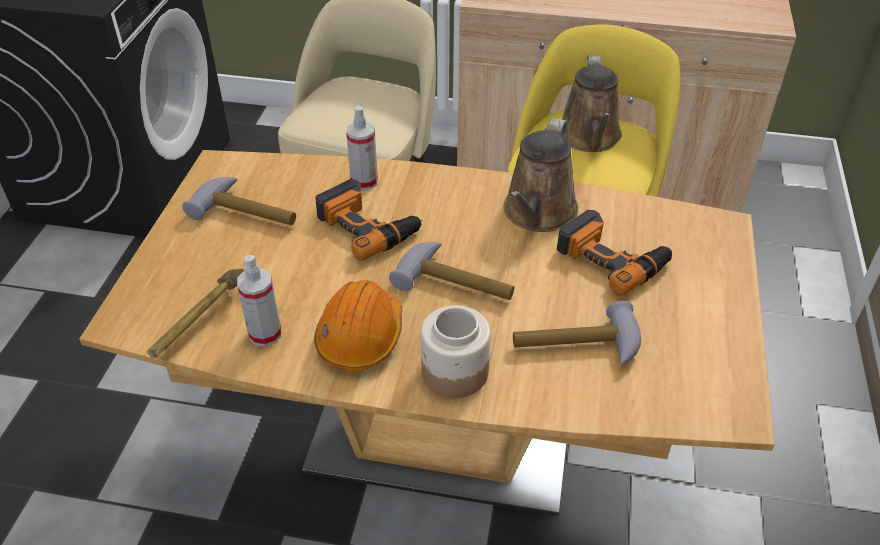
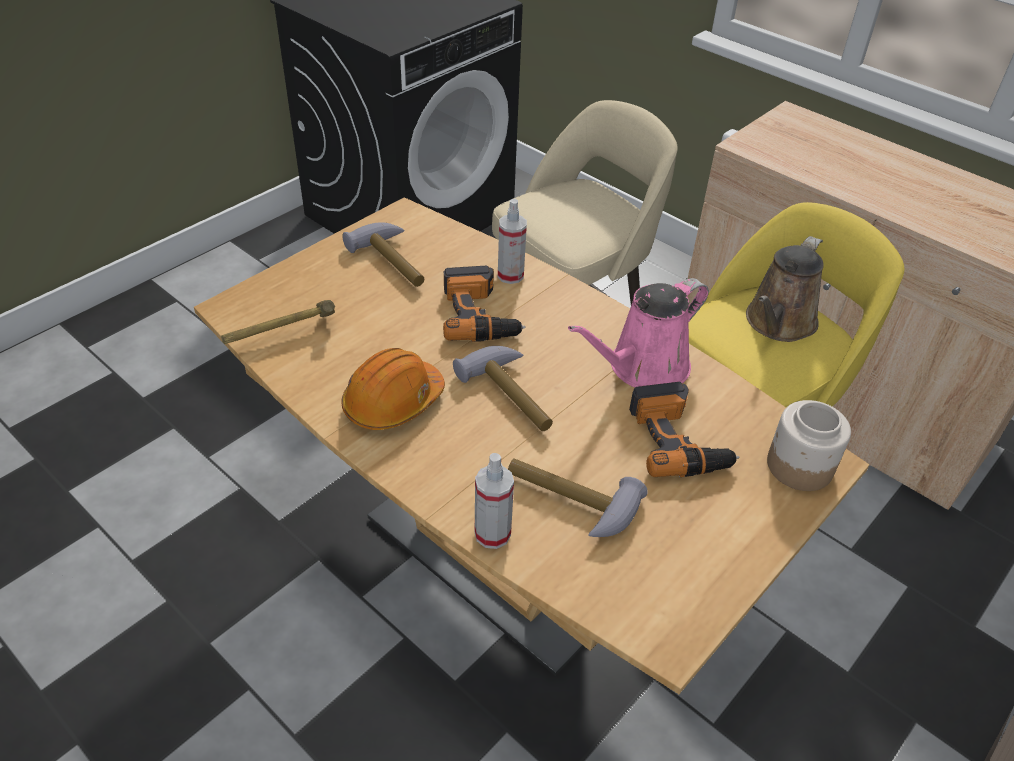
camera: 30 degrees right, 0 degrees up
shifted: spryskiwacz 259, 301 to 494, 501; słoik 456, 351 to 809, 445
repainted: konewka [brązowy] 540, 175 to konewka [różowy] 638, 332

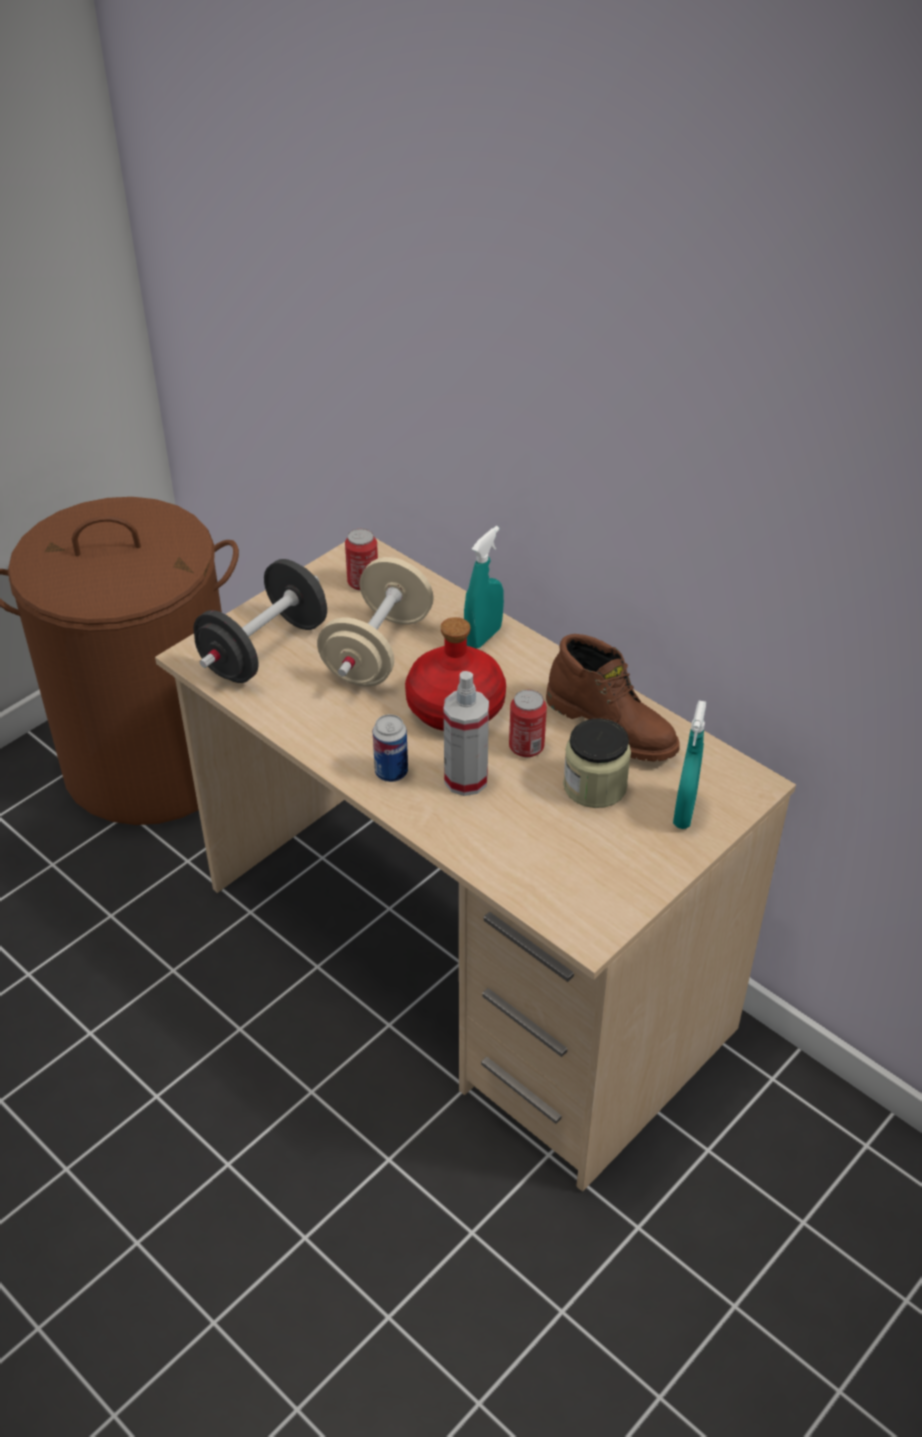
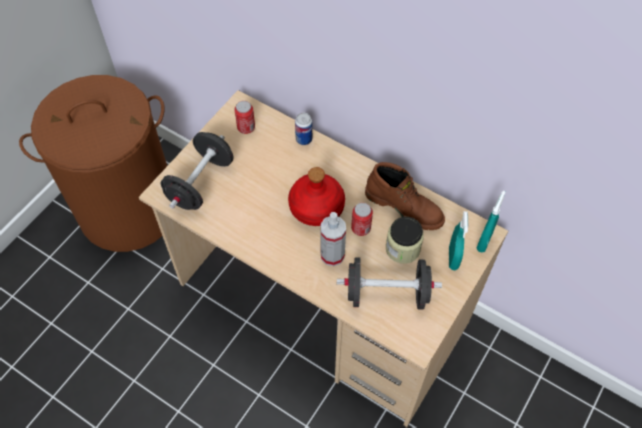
camera: 10 degrees left, 15 degrees up
gone: hantel [beżowy] 375, 621
new: hantel [czarny] 389, 283
shifted: puszka 390, 748 to 303, 129; spryskiwacz [turkusowy] 484, 587 to 490, 221

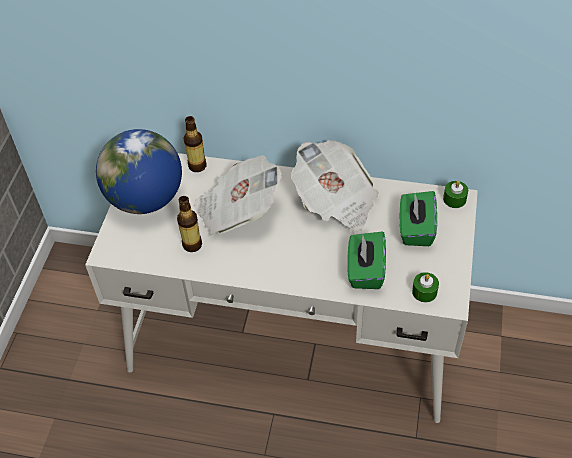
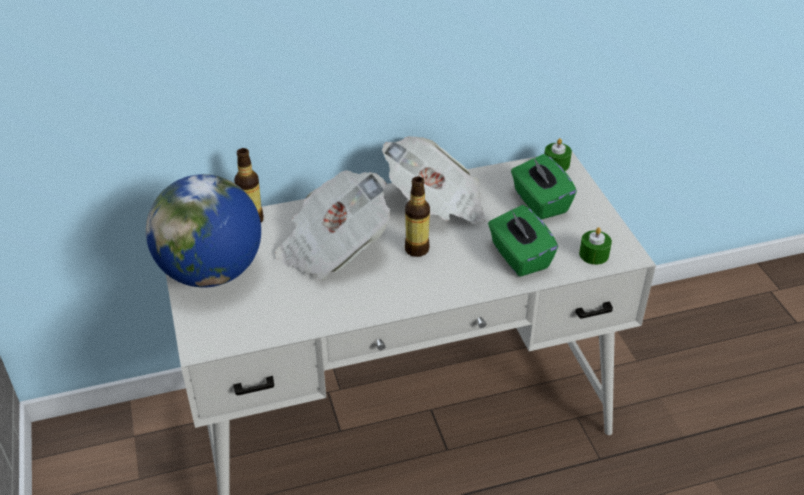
camera: 30 degrees left, 10 degrees down
shifted: butelka 189, 224 to 417, 217

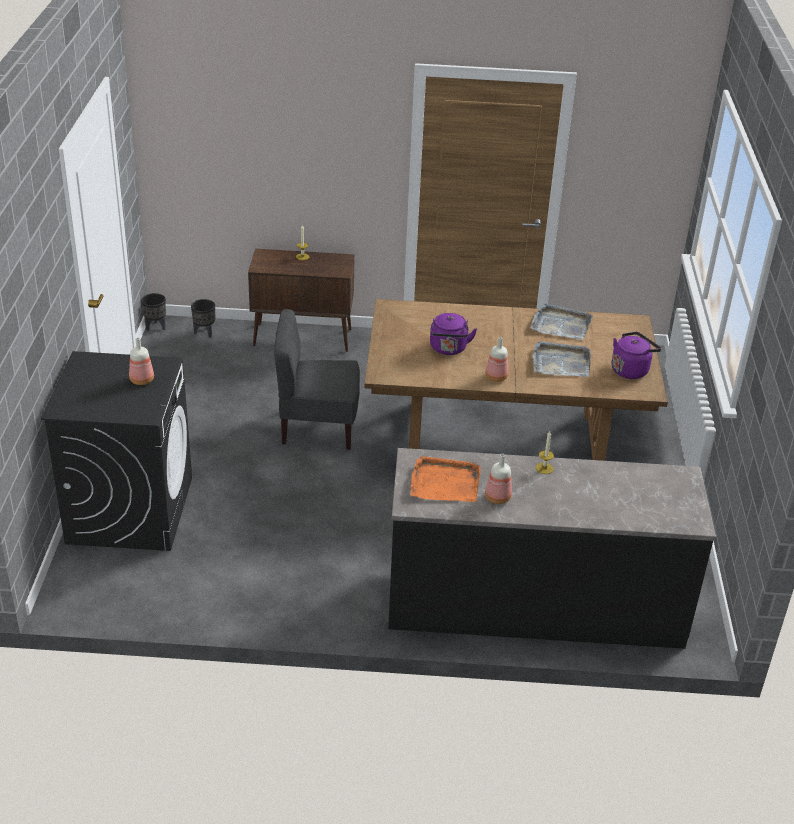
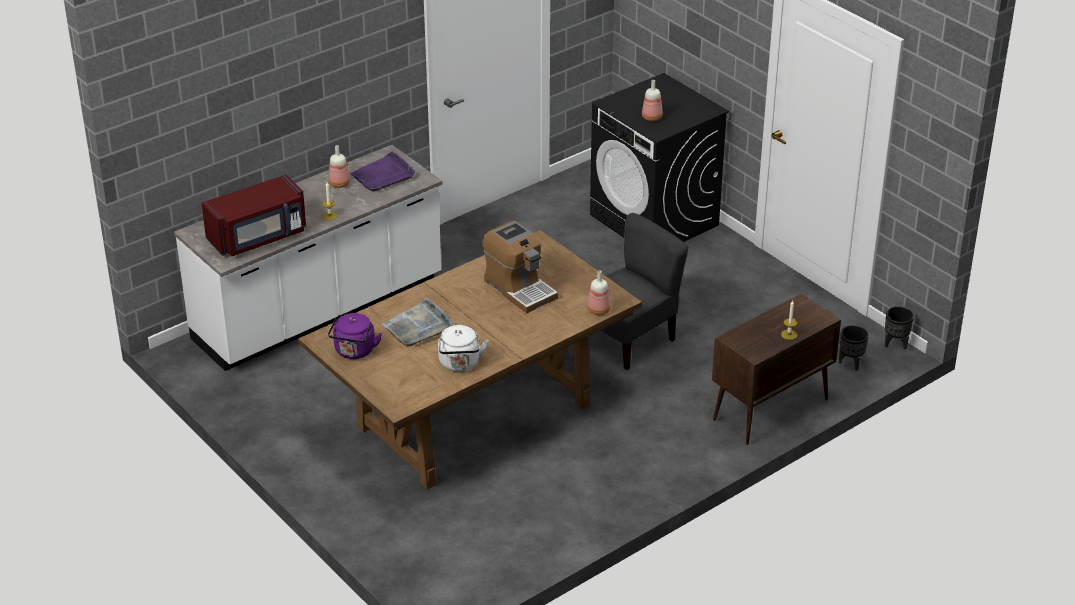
camera: 140 degrees right, 0 degrees up
new: mikrofalówka [czerwony] 254, 215
shifted: butelka 496, 359 to 599, 292
swapped: taca [szary] 562, 321 to czajnik [biały] 463, 348; czajnik [fioletowy] 453, 334 to ekspres do kawy 520, 267
repainted: zabudowa kuchenna [czarny] 552, 548 to zabudowa kuchenna [biały] 308, 258; taca [pomarańczowy] 445, 479 to taca [fioletowy] 382, 172

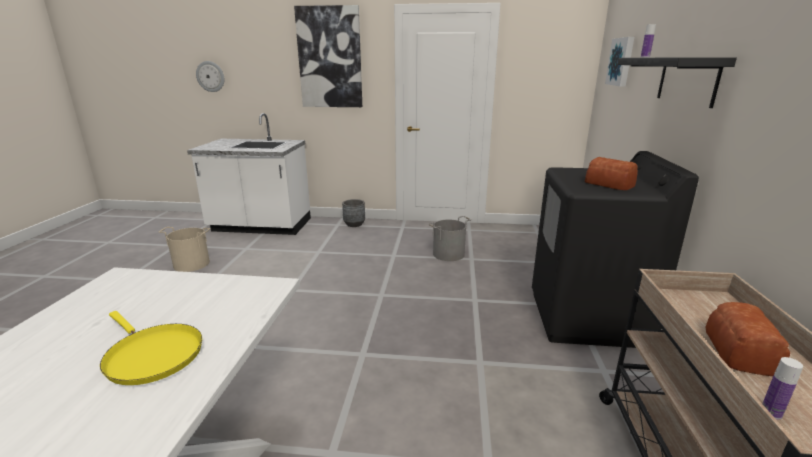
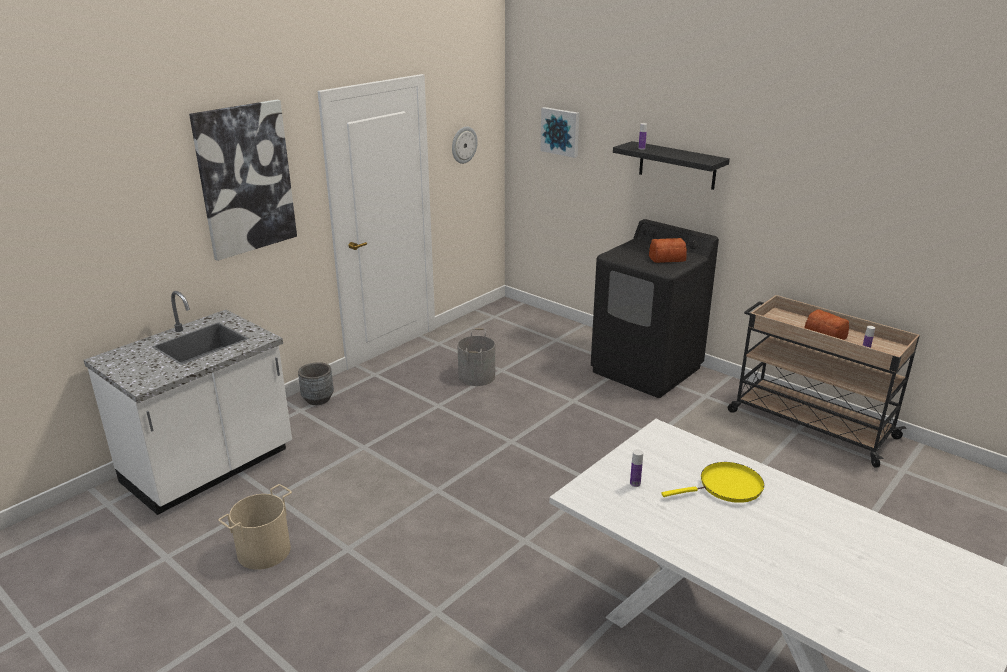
camera: 55 degrees left, 5 degrees up
new: butelka 636, 468
shifted: zegar ścienny 210, 76 to 465, 145

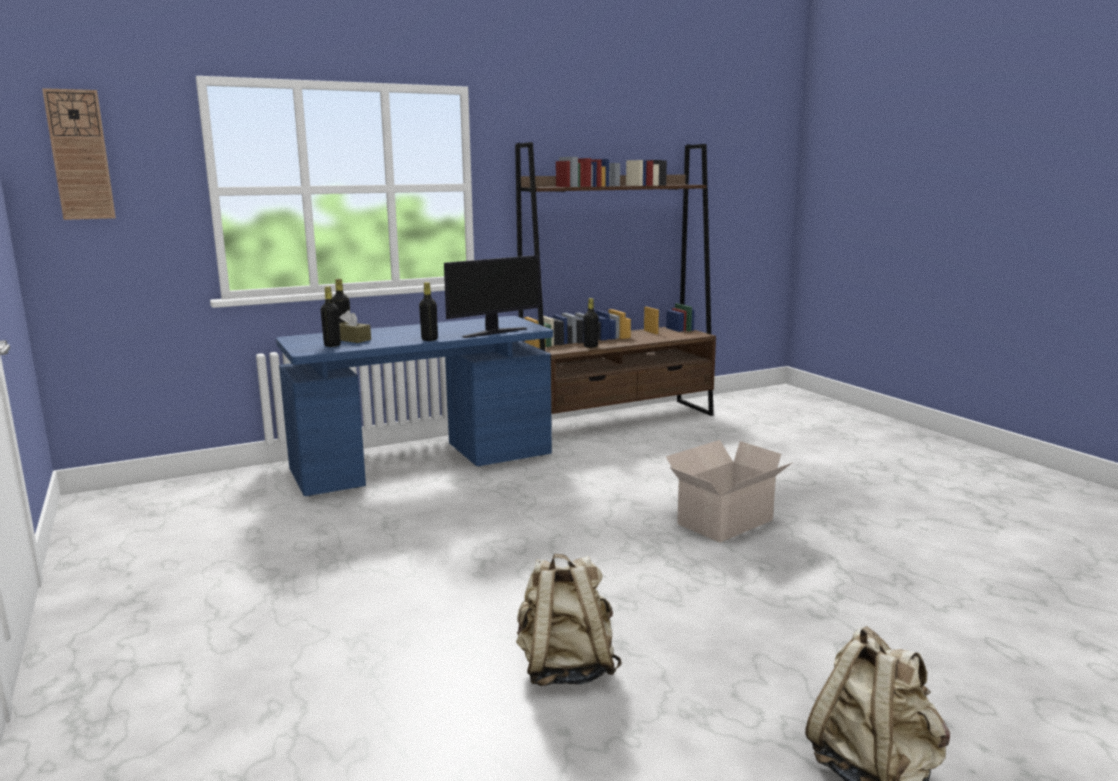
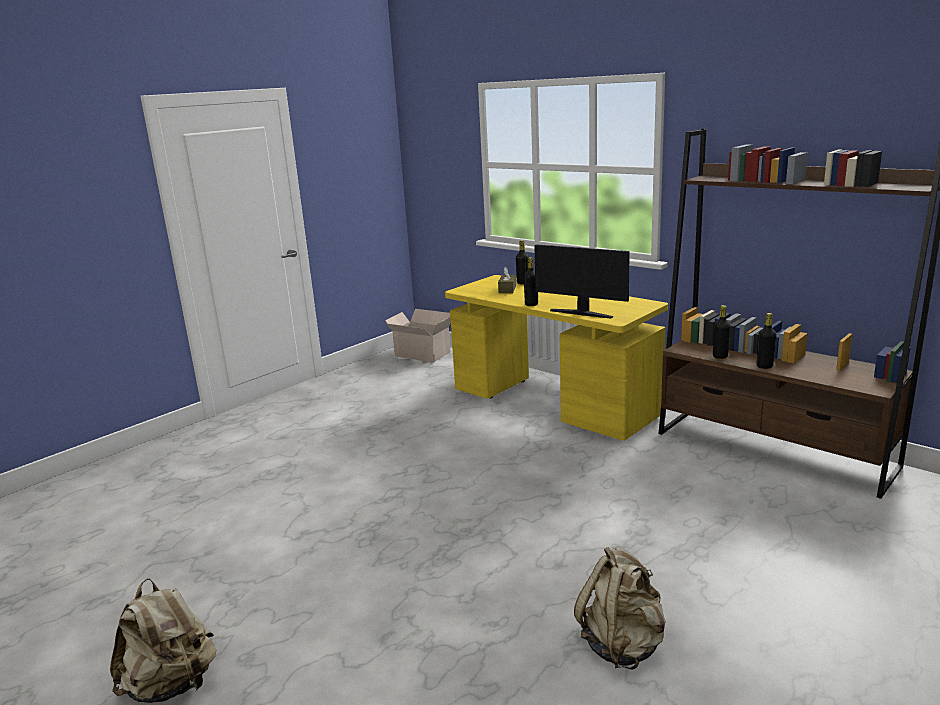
camera: 70 degrees right, 5 degrees up
gone: zegar ścienny 79, 154
shifted: karton 729, 491 to 418, 336; plecak [beżowy] 569, 620 to 620, 608; butelka [czarny] 331, 316 to 766, 341
repainted: biurko [niebieski] 414, 406 to biurko [żółty] 556, 358

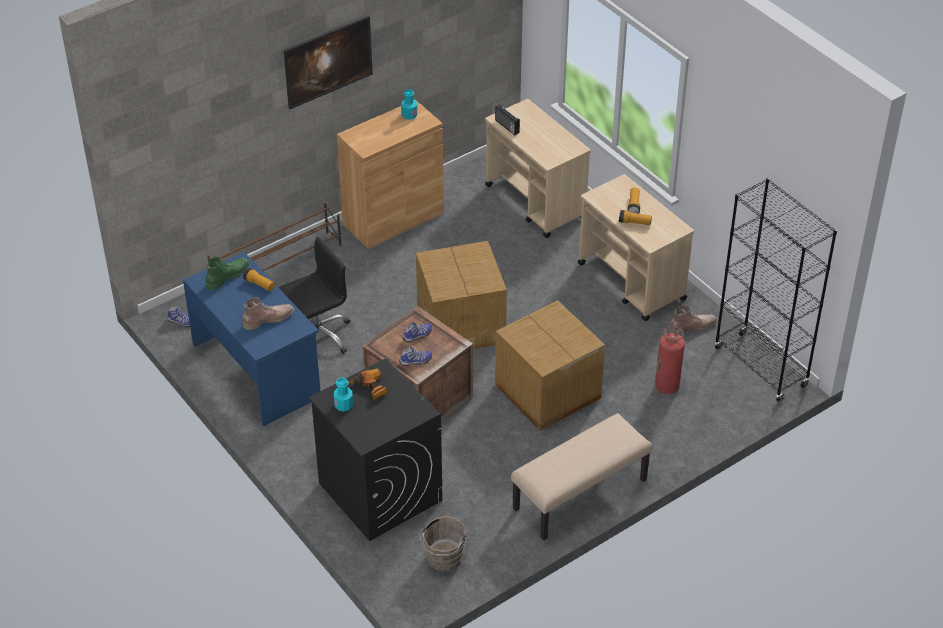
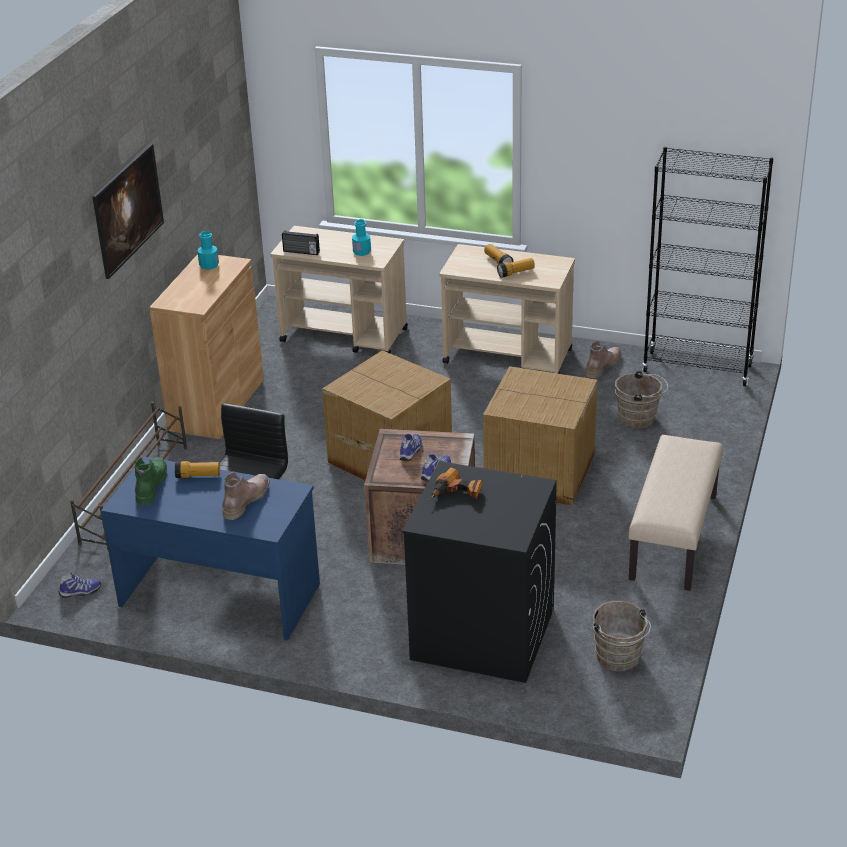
camera: 35 degrees left, 10 degrees down
shifted: butelka [turkusowy] 343, 395 to 361, 237
swapped: gaśnica 670, 360 to wiadro [brązowy] 641, 399

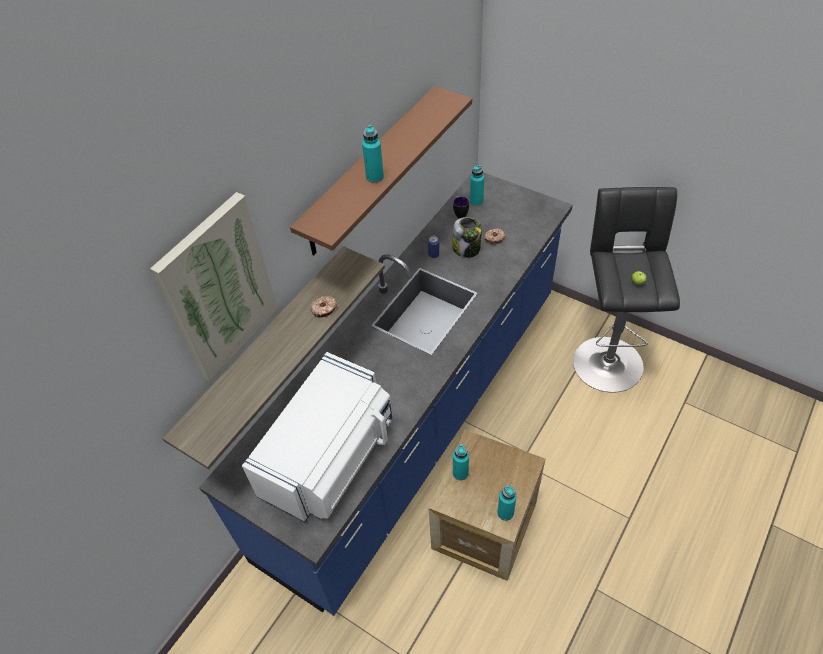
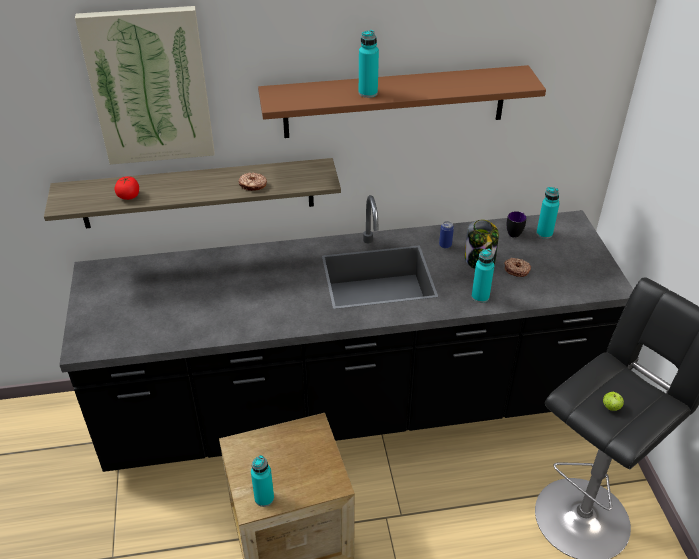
camera: 45 degrees right, 10 degrees down
gone: mikrofalówka [biały] 317, 437
new: pomidor 127, 188
shifted: butelka [turkusowy] 461, 462 to 483, 275
repainted: zabudowa kuchenna [niebieski] 386, 394 to zabudowa kuchenna [czarny] 346, 333

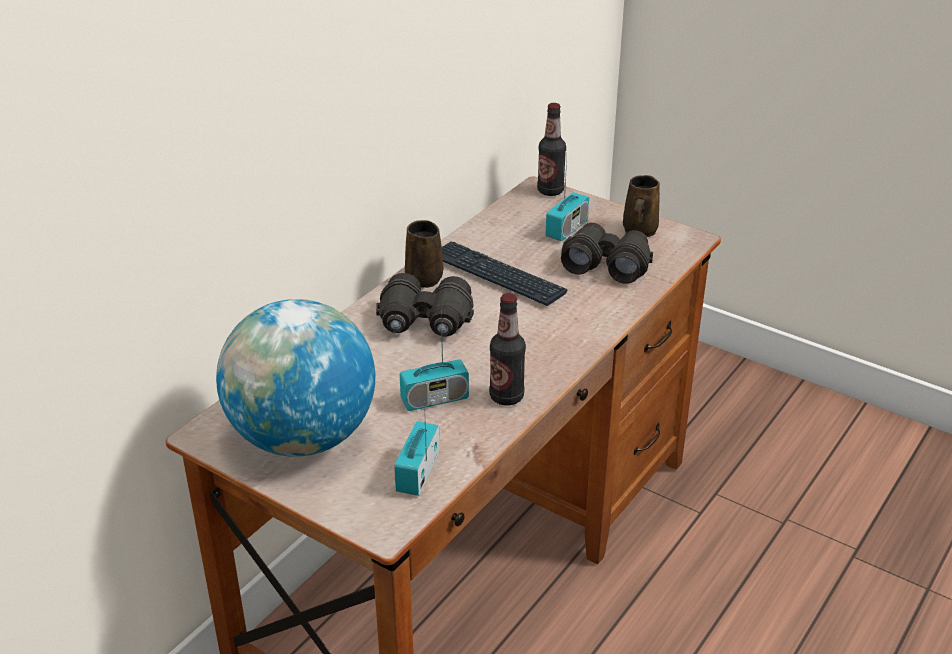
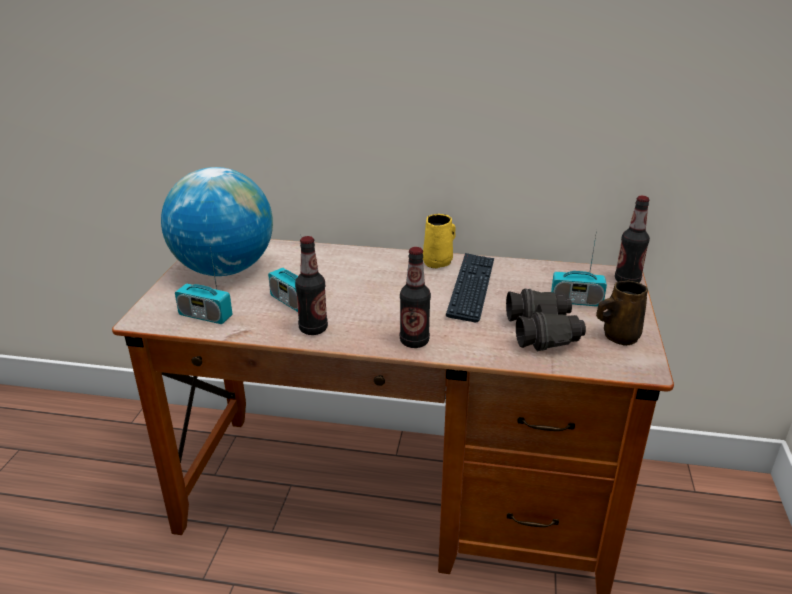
camera: 65 degrees right, 5 degrees down
gone: lornetka [czarny] 425, 304
new: butelka 415, 297
repainted: kubek [brązowy] 424, 254 to kubek [żółty] 439, 241
rotated: radio 417, 449 = 204, 285 150 degrees counterclockwise

